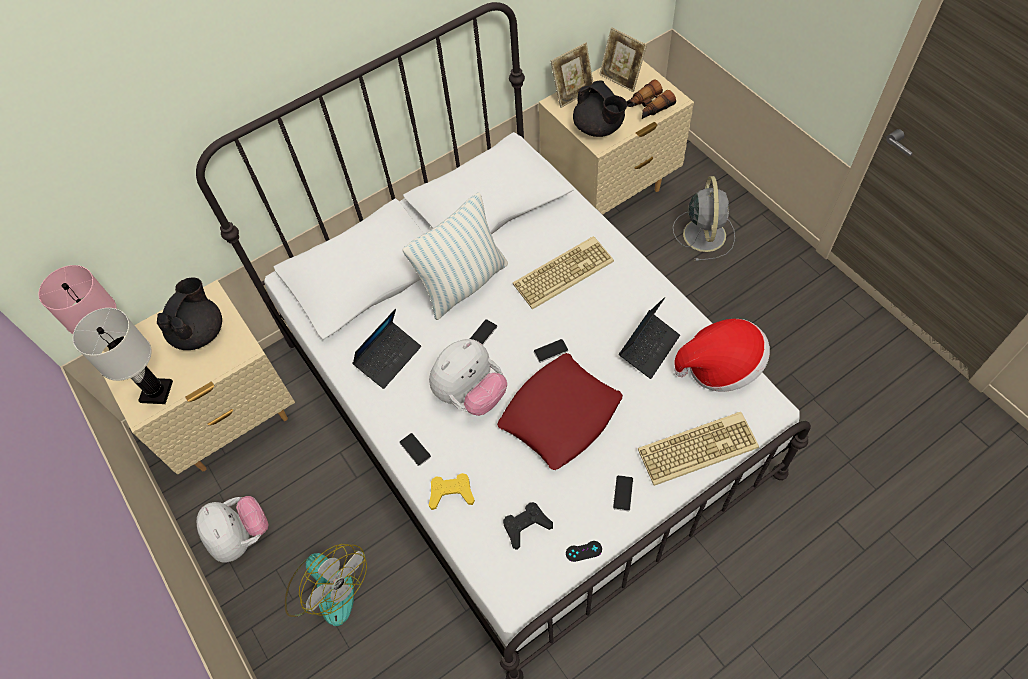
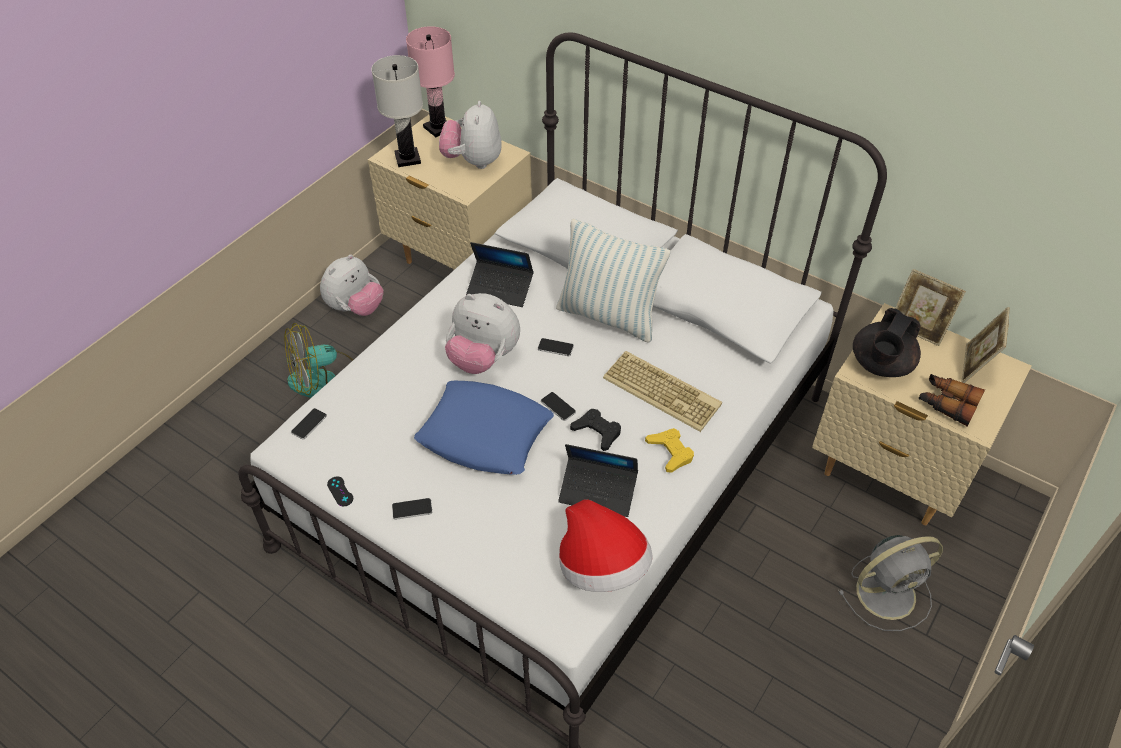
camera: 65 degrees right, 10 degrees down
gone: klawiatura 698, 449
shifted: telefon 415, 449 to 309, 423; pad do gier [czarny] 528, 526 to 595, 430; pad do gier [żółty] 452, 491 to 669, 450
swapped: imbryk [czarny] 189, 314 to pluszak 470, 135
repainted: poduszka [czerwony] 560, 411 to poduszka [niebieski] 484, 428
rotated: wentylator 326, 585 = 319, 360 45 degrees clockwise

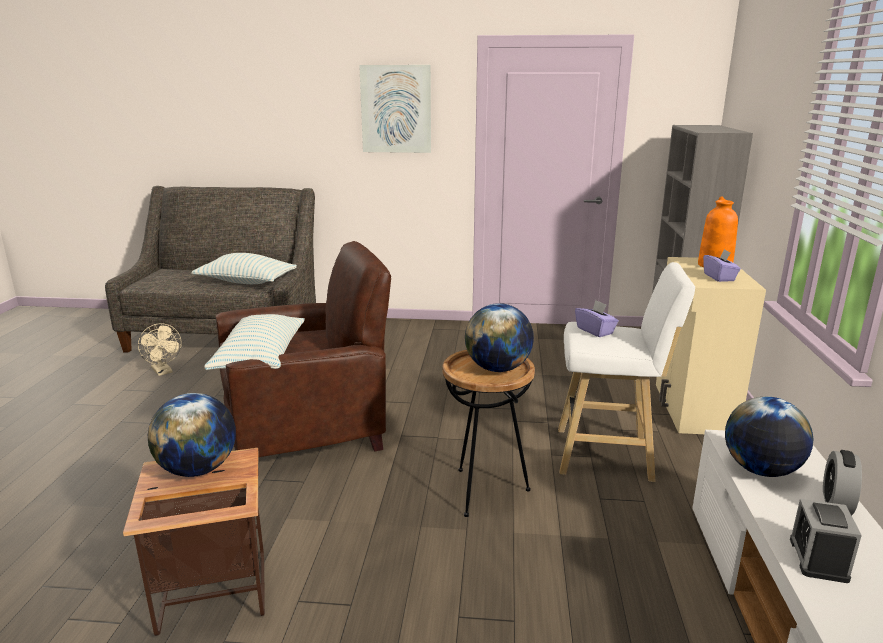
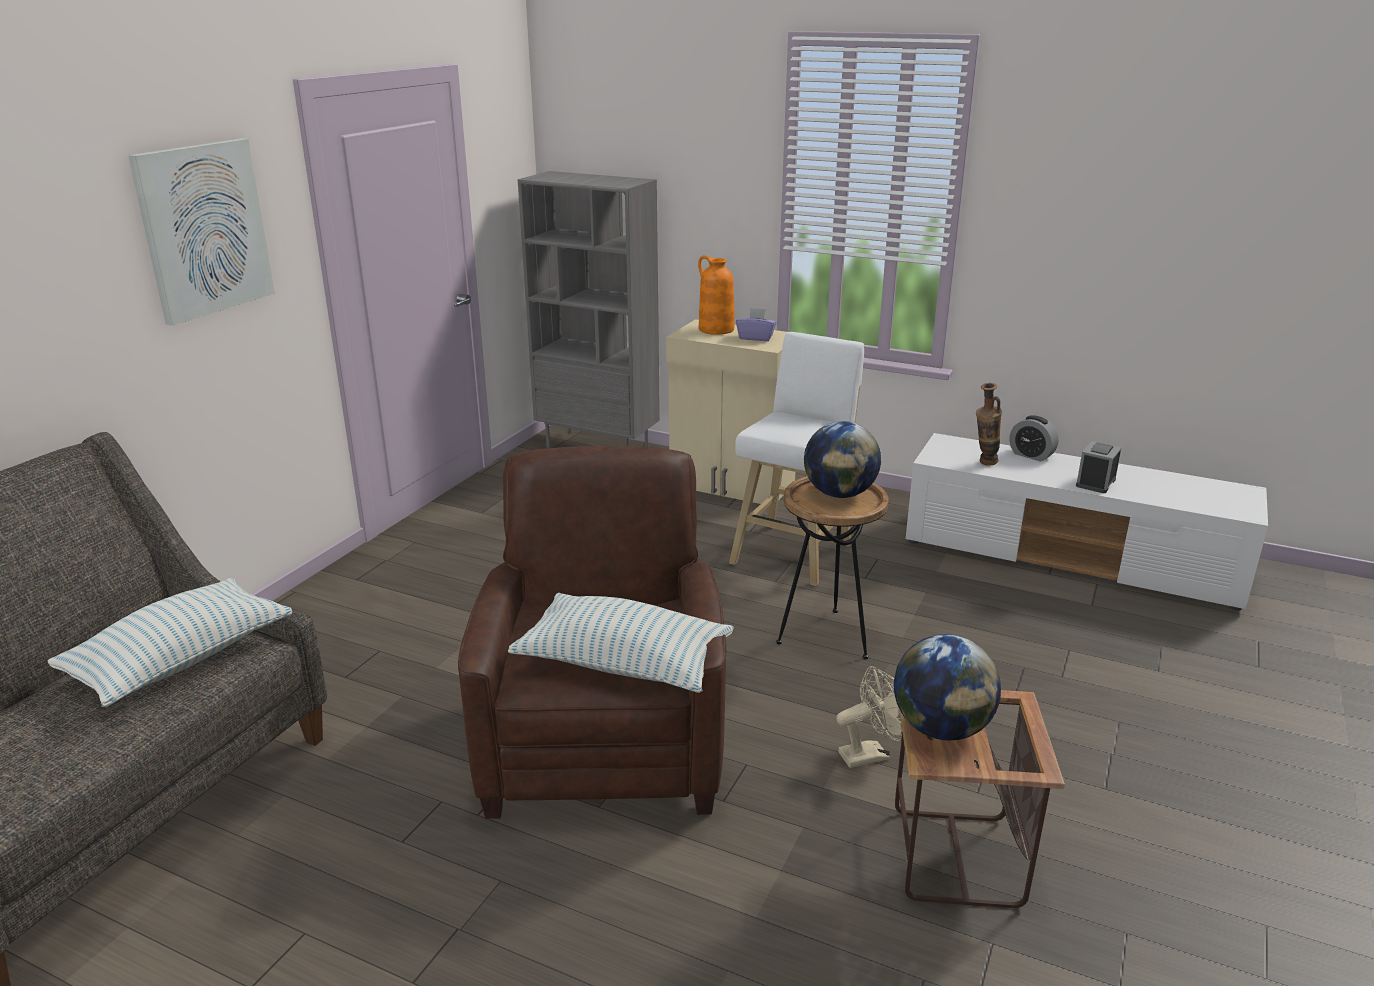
camera: 70 degrees left, 5 degrees up
gone: pudełko chusteczek [fioletowy] 597, 318
shifted: wentylator [beżowy] 160, 349 to 869, 717
swapped: globus 769, 437 to wazon 989, 424
rotated: budzik 826, 541 = 1099, 467 90 degrees clockwise

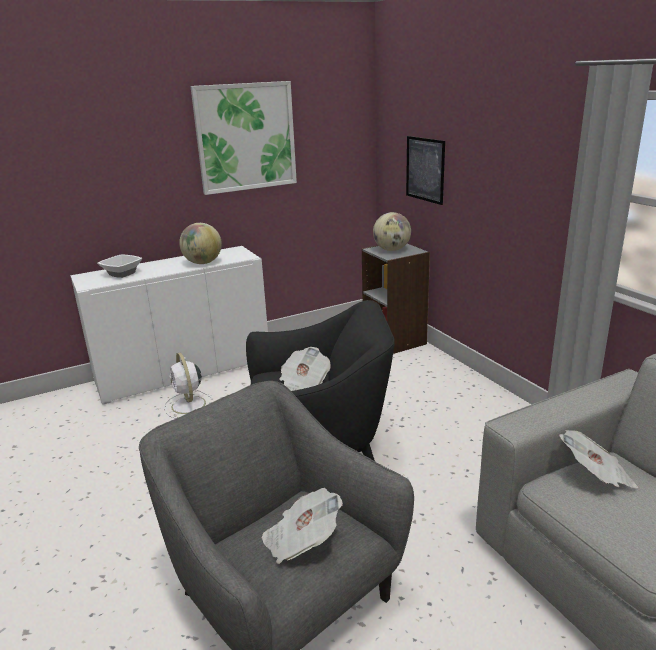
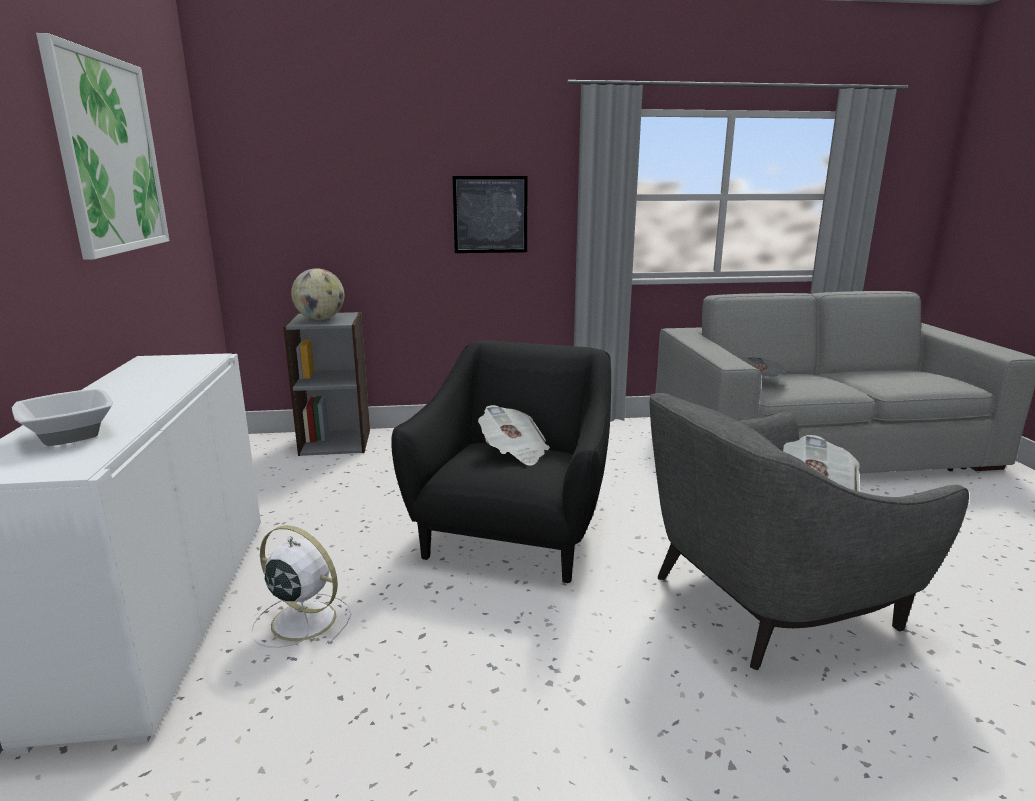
camera: 70 degrees left, 5 degrees down
gone: globus 200, 243
shifted: obraz 425, 170 to 490, 214
rotated: wentylator [biały] 189, 386 = 301, 587 150 degrees counterclockwise

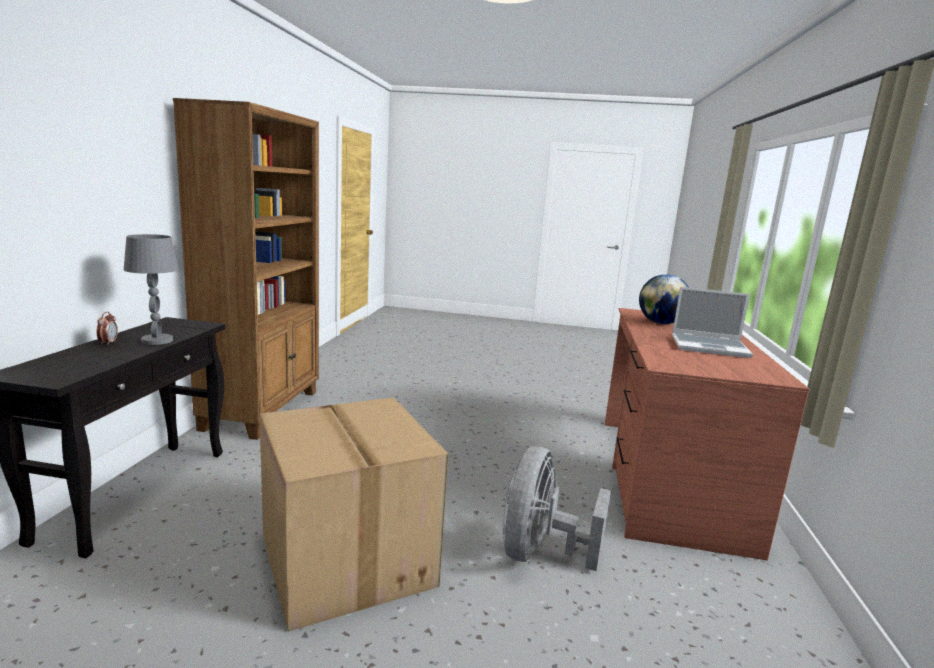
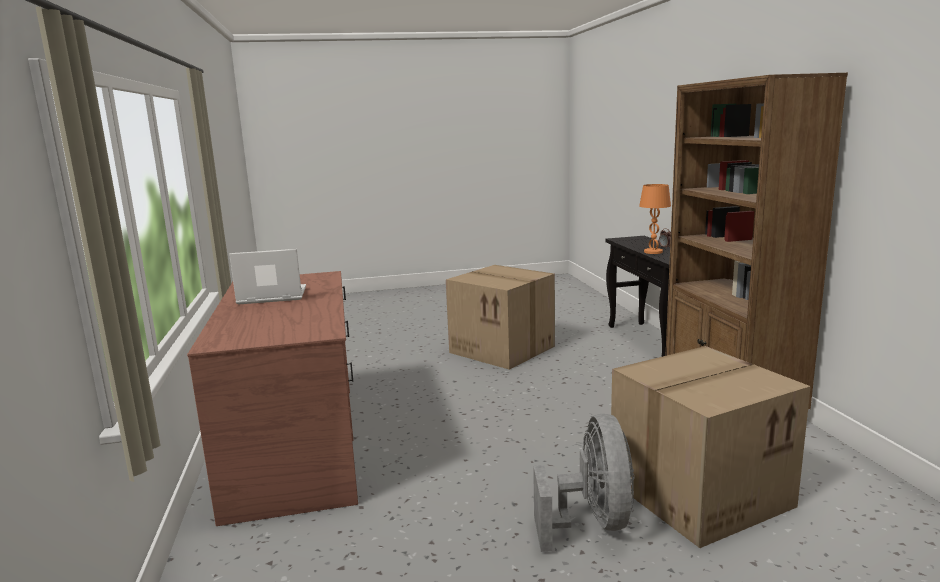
camera: 160 degrees right, 0 degrees up
gone: globus 664, 299
new: karton 711, 447
shifted: wentylator [szary] 556, 508 to 584, 483
repainted: lampa stołowa [szary] 151, 289 to lampa stołowa [pomarańczowy] 655, 219

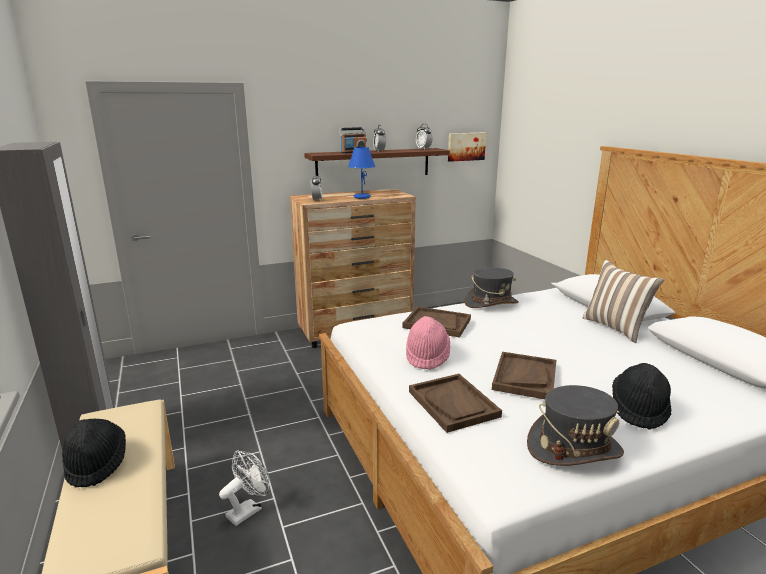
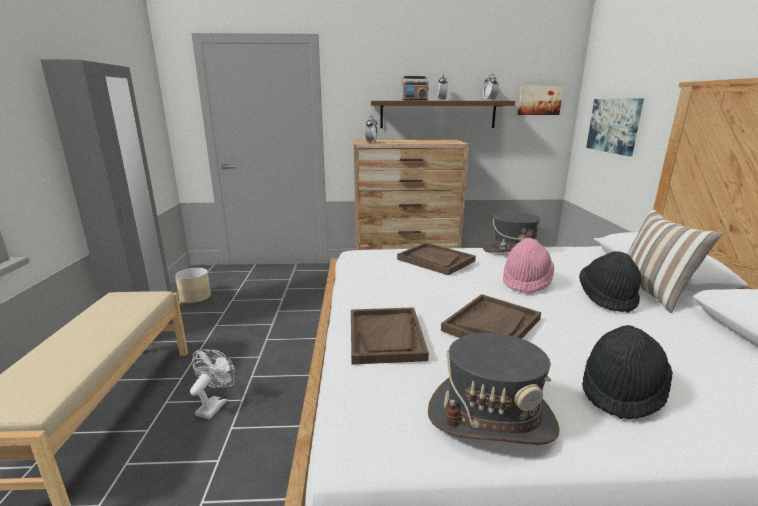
camera: 20 degrees right, 0 degrees up
gone: lampa stołowa [niebieski] 361, 173
new: donica [beżowy] 193, 285; obraz 615, 127
shifted: kapelusz [różowy] 428, 343 to 529, 266; kapelusz [czarny] 94, 453 to 610, 282
rotated: wentylator [biały] 244, 488 = 213, 384 45 degrees counterclockwise

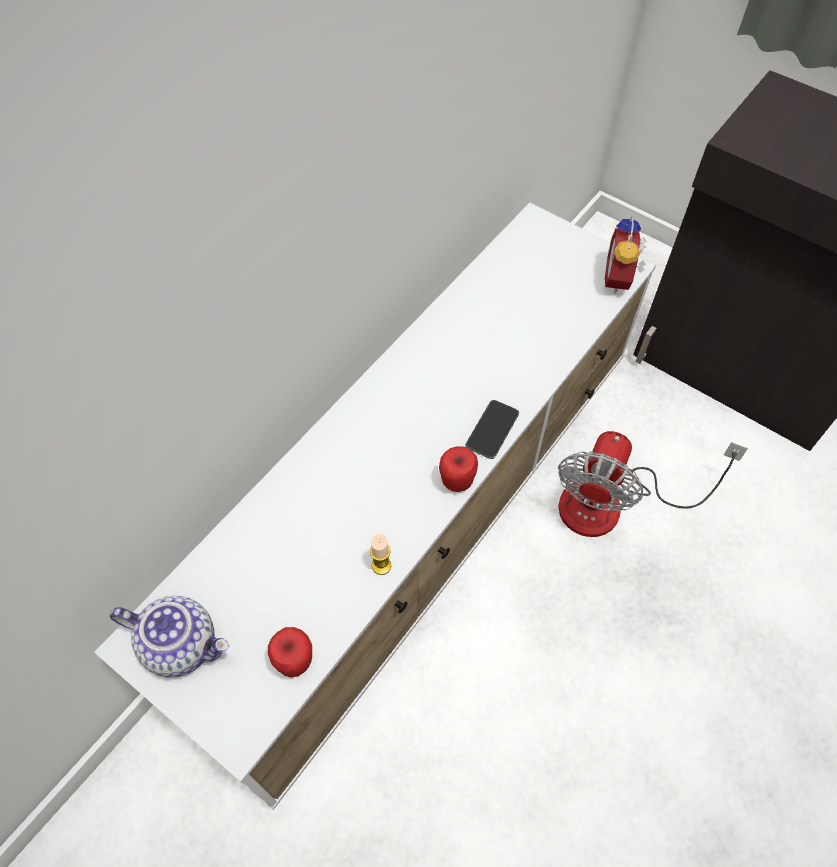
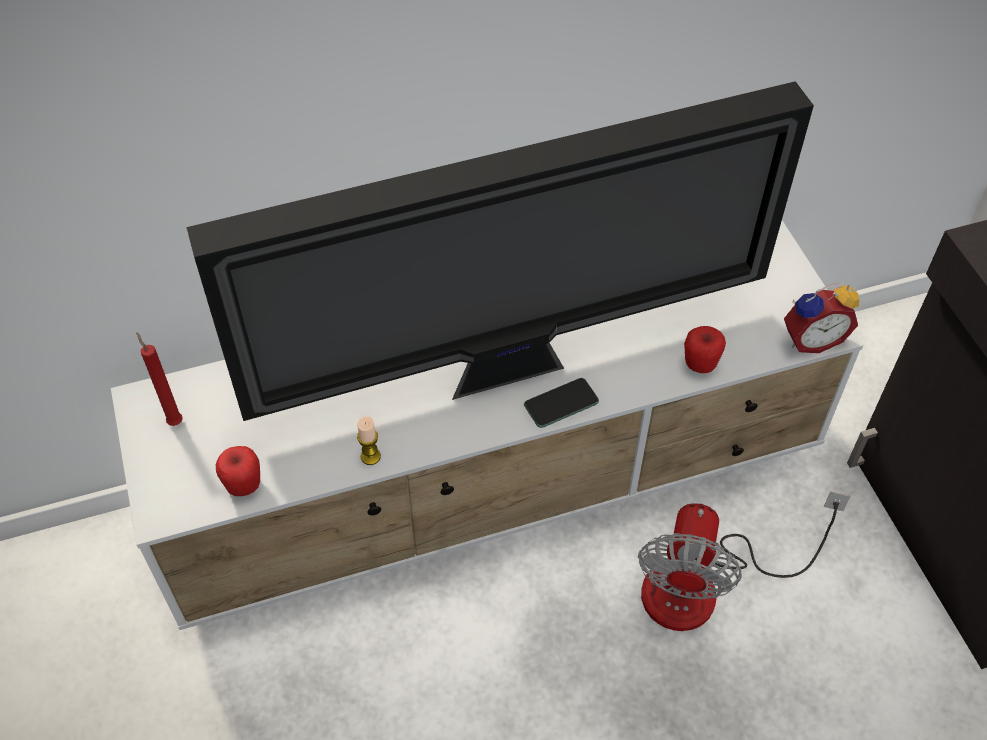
camera: 35 degrees right, 5 degrees down
new: telewizor 500, 251
shifted: jabłko 458, 469 to 705, 349
swapped: imbryk 169, 637 to świeca [czerwony] 159, 379
rotated: wentylator 653, 484 = 744, 561 45 degrees counterclockwise; budzik 626, 254 = 821, 318 150 degrees counterclockwise

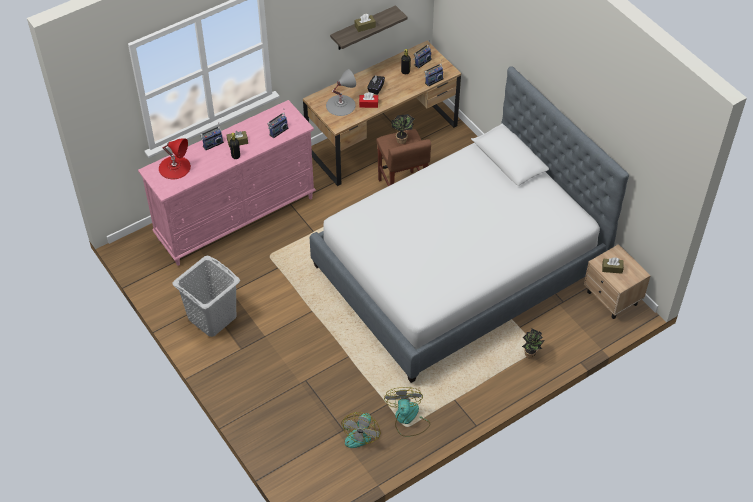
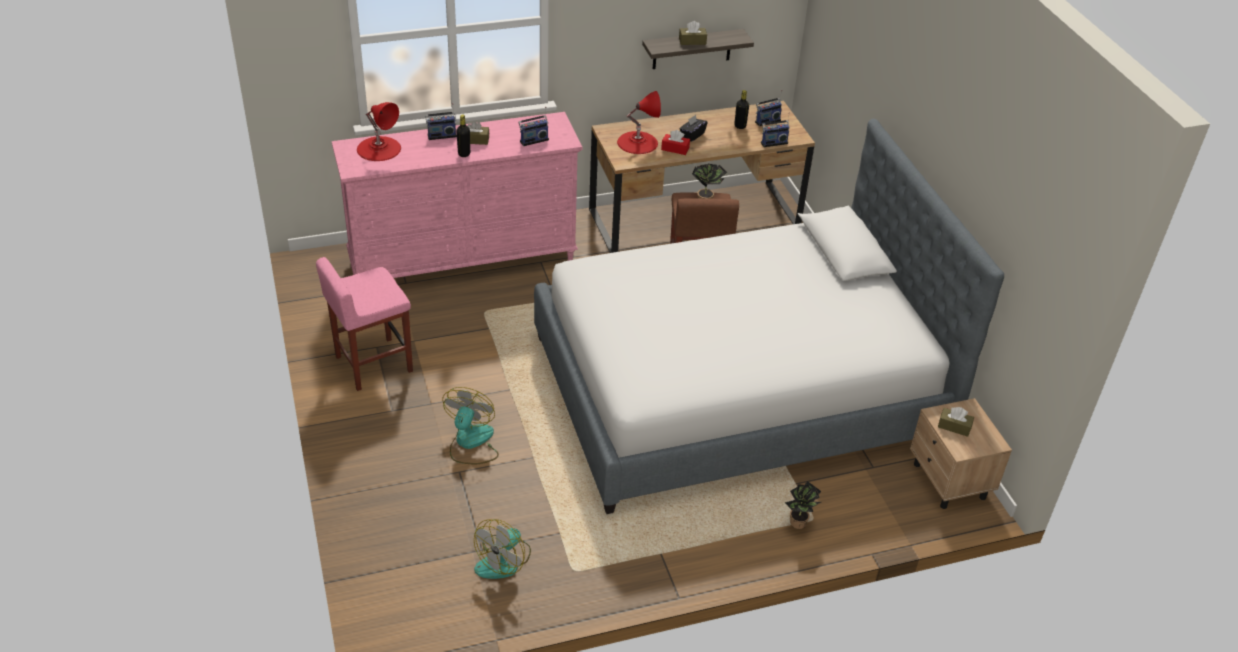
camera: 15 degrees right, 10 degrees down
shifted: wentylator 407, 412 to 470, 425
swapped: kosz na pranie [szary] 206, 296 to stołek [różowy] 364, 324
repainted: lampa stołowa [szary] 341, 92 to lampa stołowa [czerwony] 639, 122

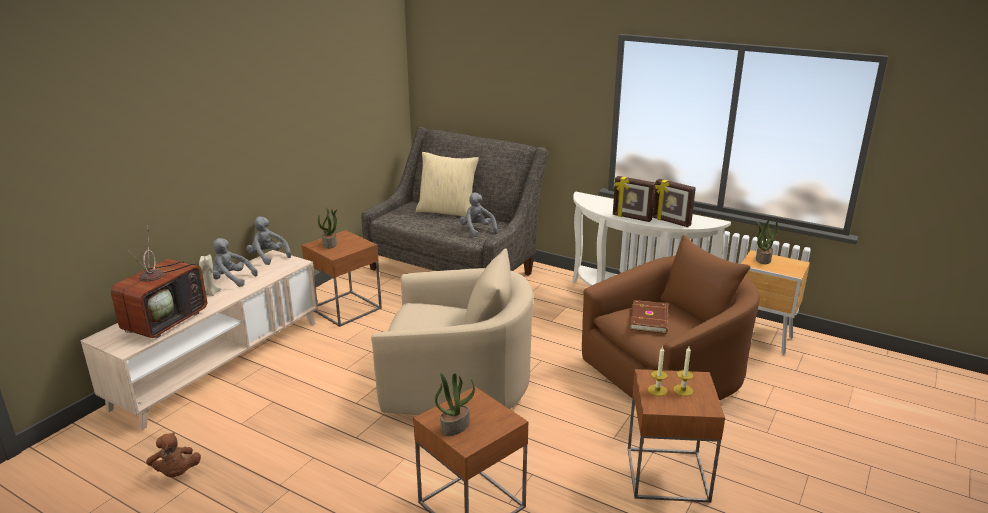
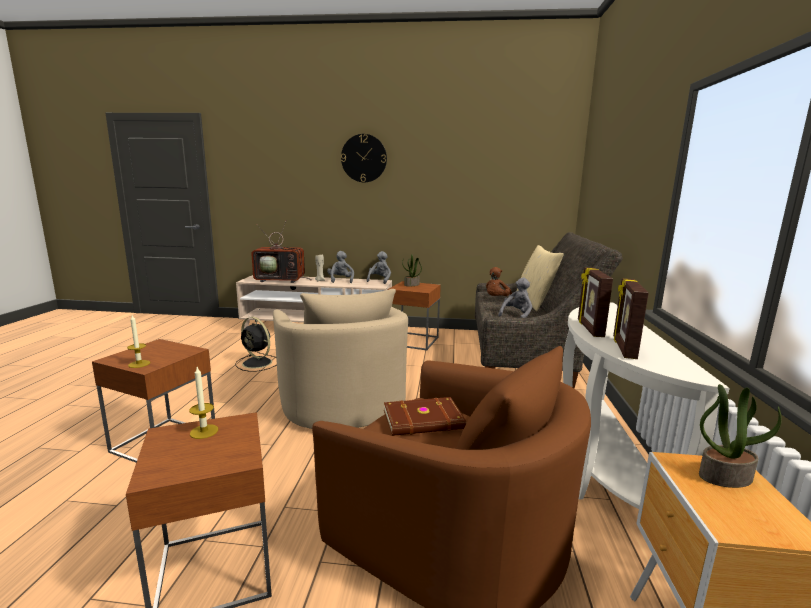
camera: 65 degrees right, 10 degrees down
gone: roślina doniczkowa 455, 404
new: wentylator [czarny] 255, 344; zegar ścienny 364, 158
shifted: świeca 683, 371 to 138, 341; pluszak [brązowy] 173, 454 to 499, 281

